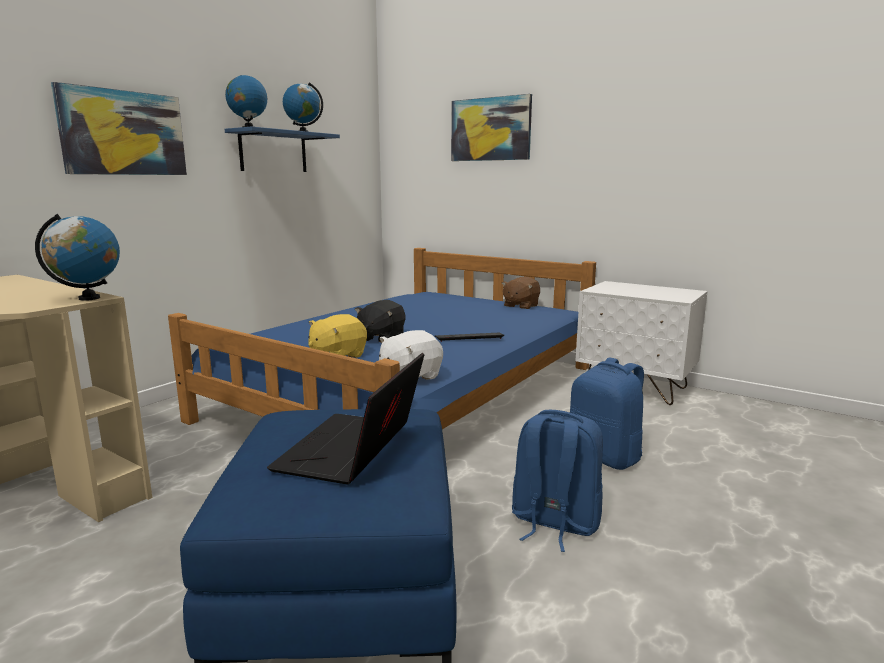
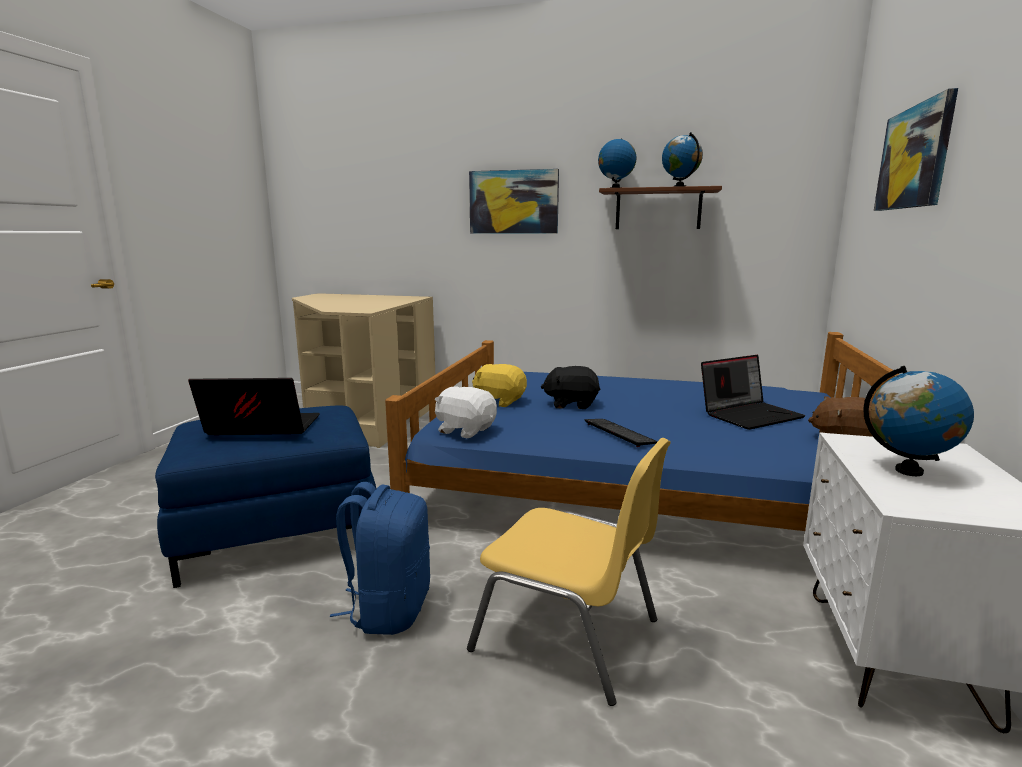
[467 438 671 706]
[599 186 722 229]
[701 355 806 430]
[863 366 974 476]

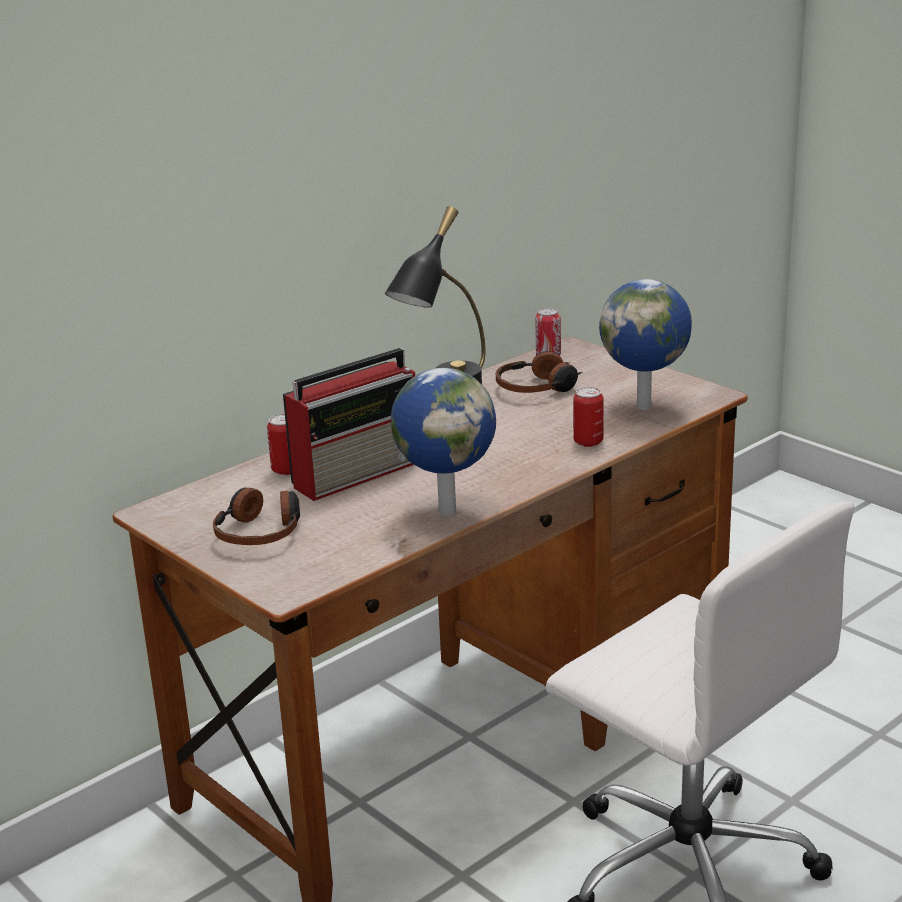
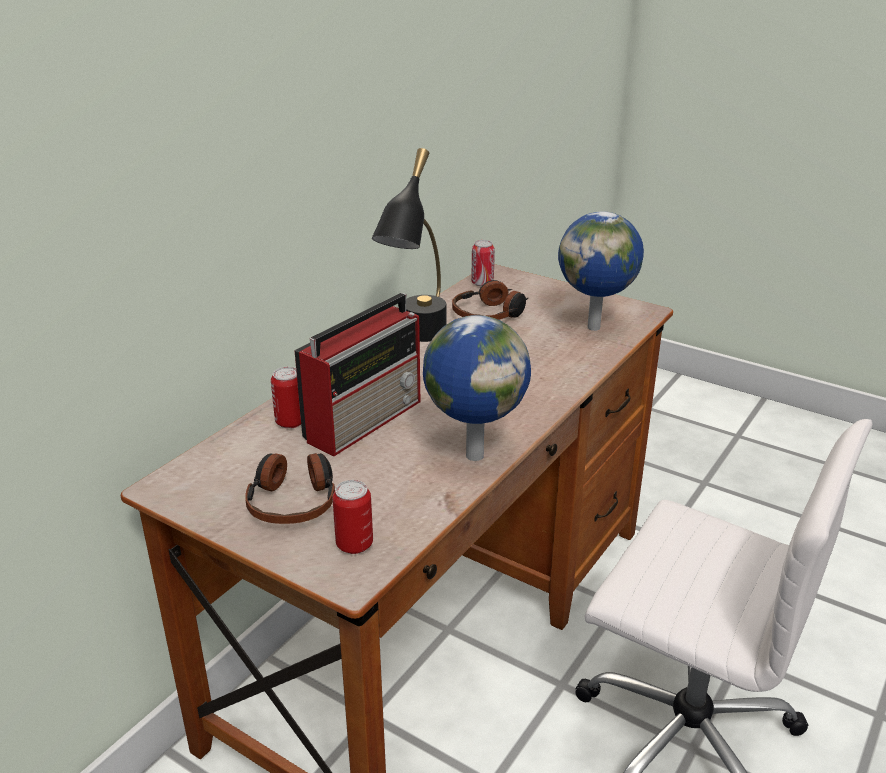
[332 480 373 554]

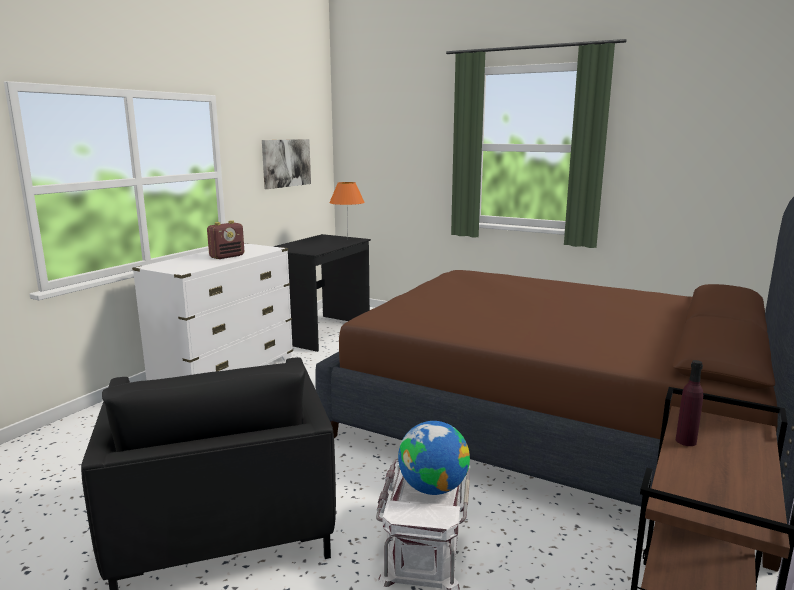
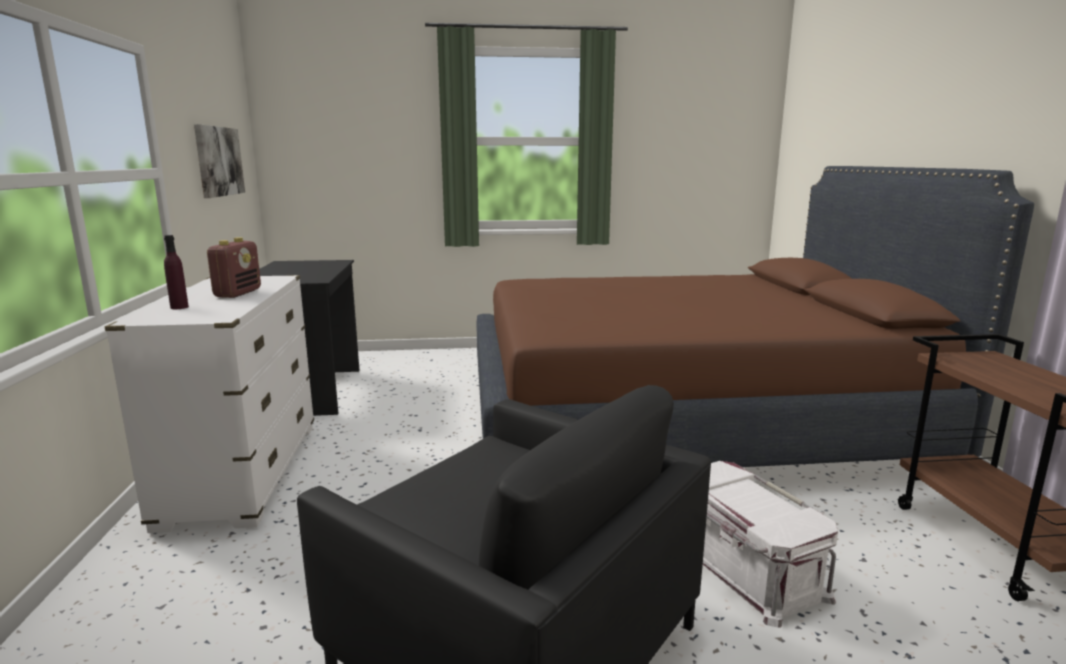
[164 235 189 309]
[329 182 365 233] (first image)
[398 421 470 495] (first image)

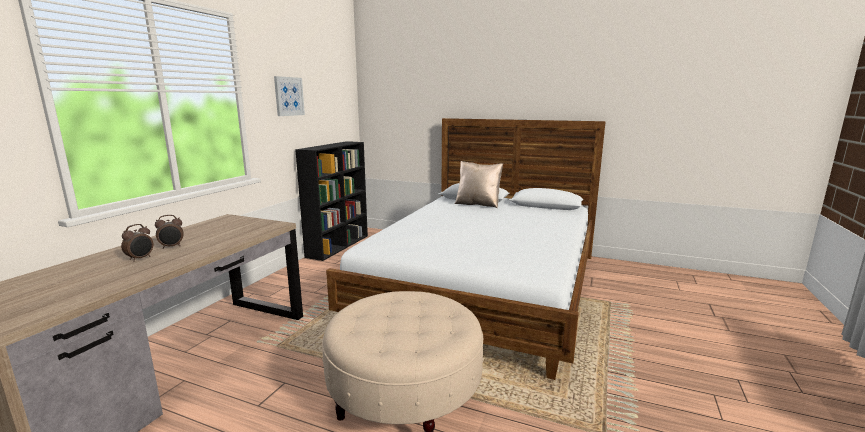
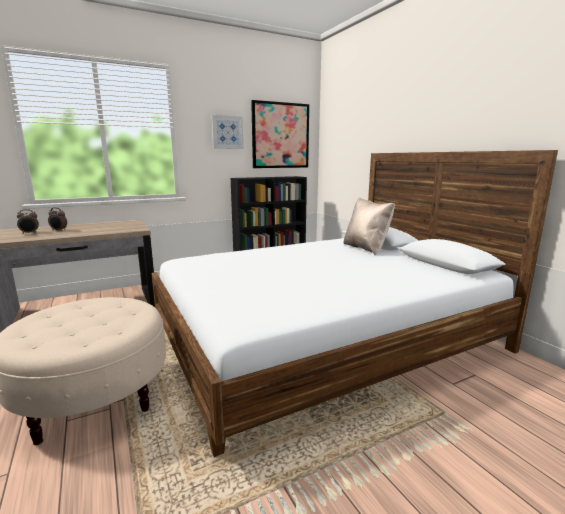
[251 100 309 168]

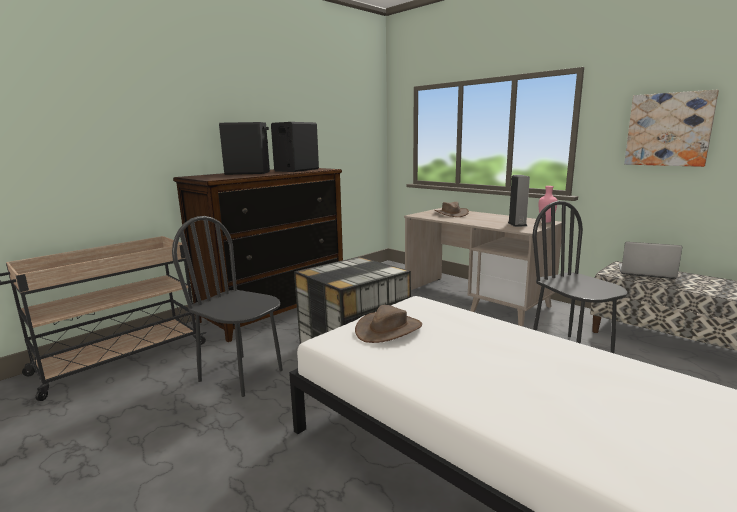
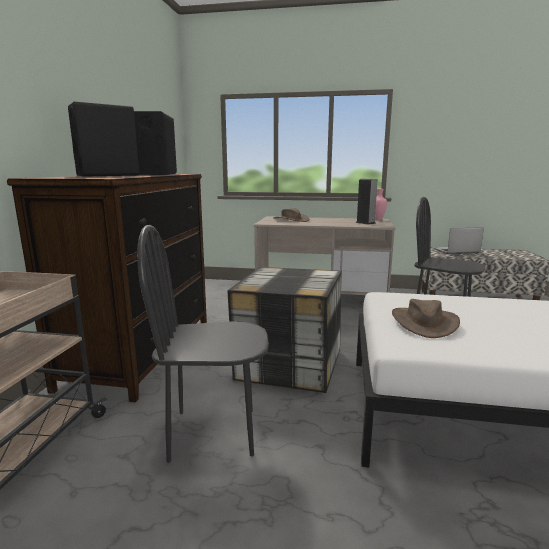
[624 90 719 167] (first image)

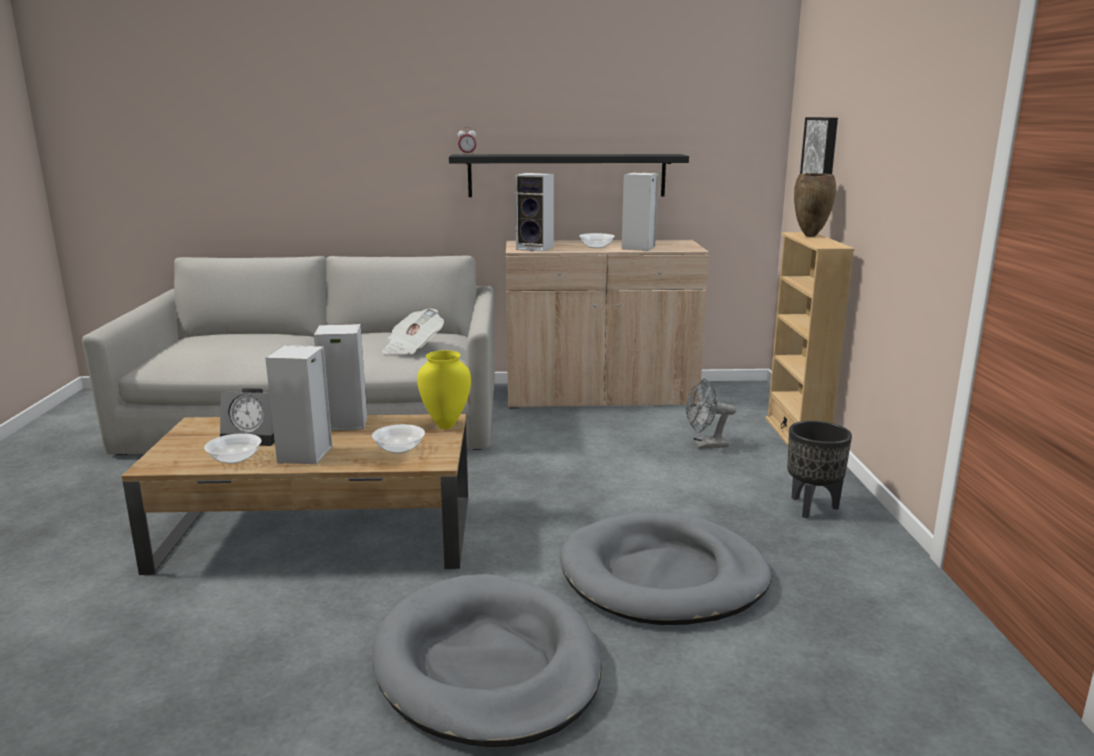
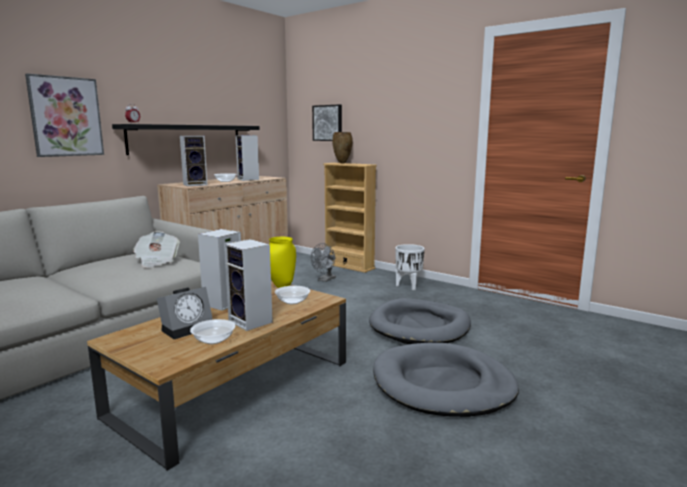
[25 73 104 157]
[395 244 425 290]

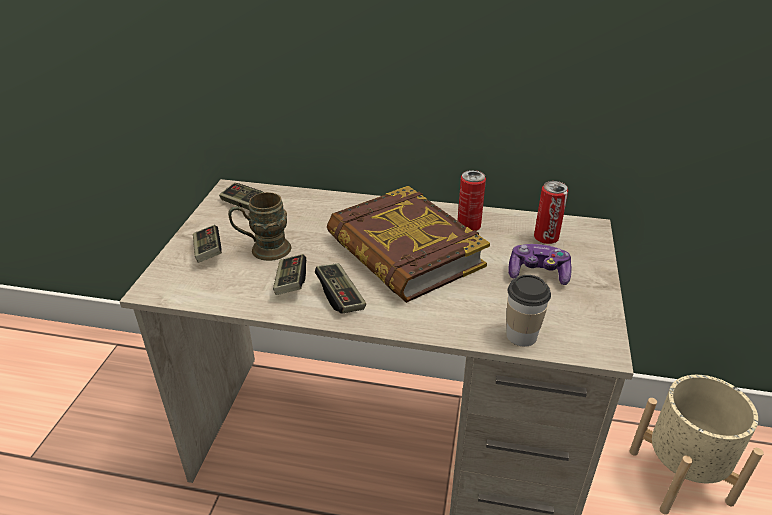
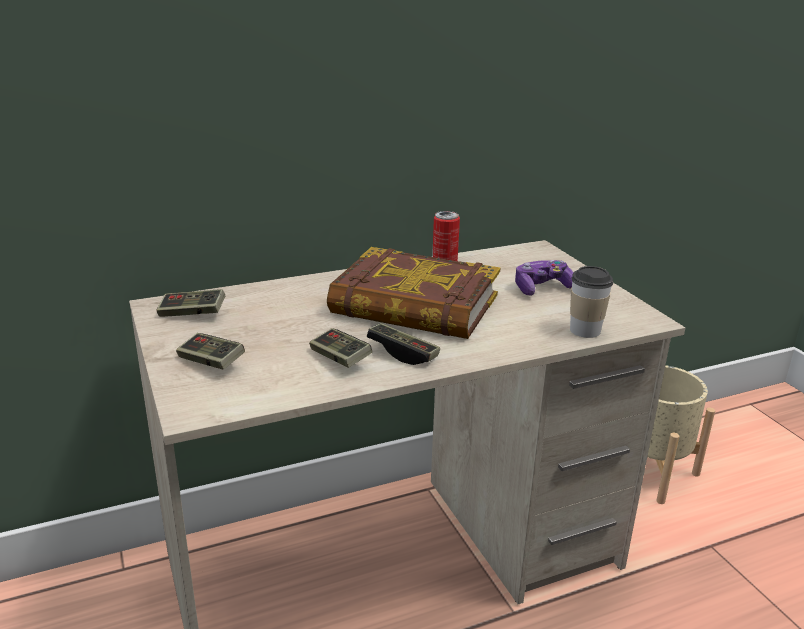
[228 192 291 261] (first image)
[534 181 568 244] (first image)

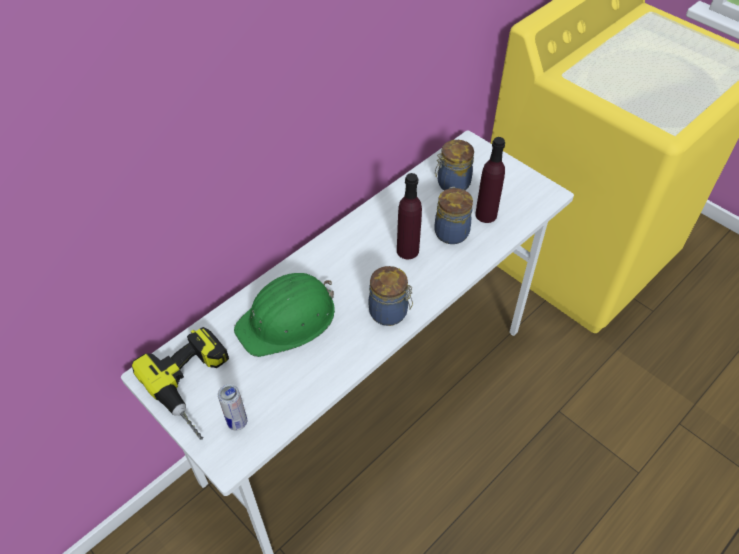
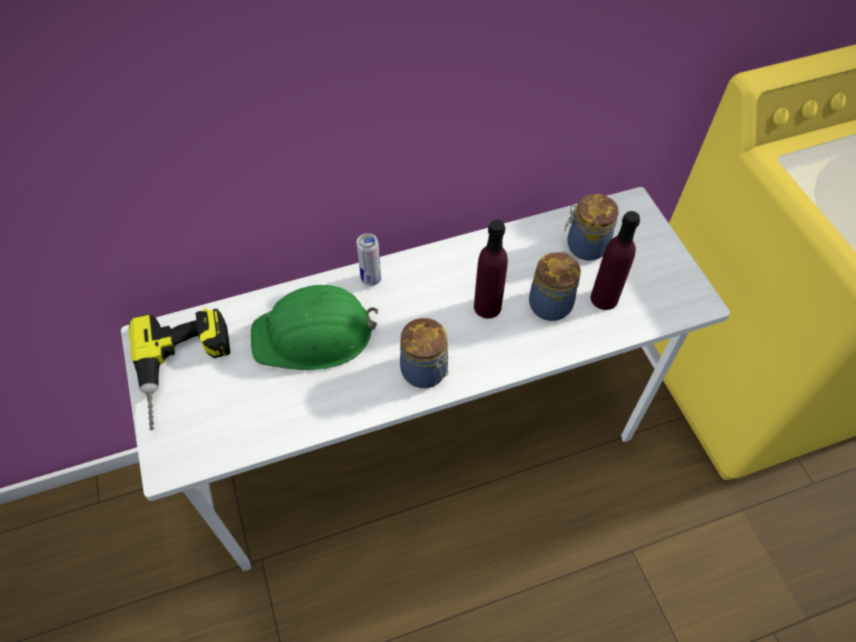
[356 233 381 286]

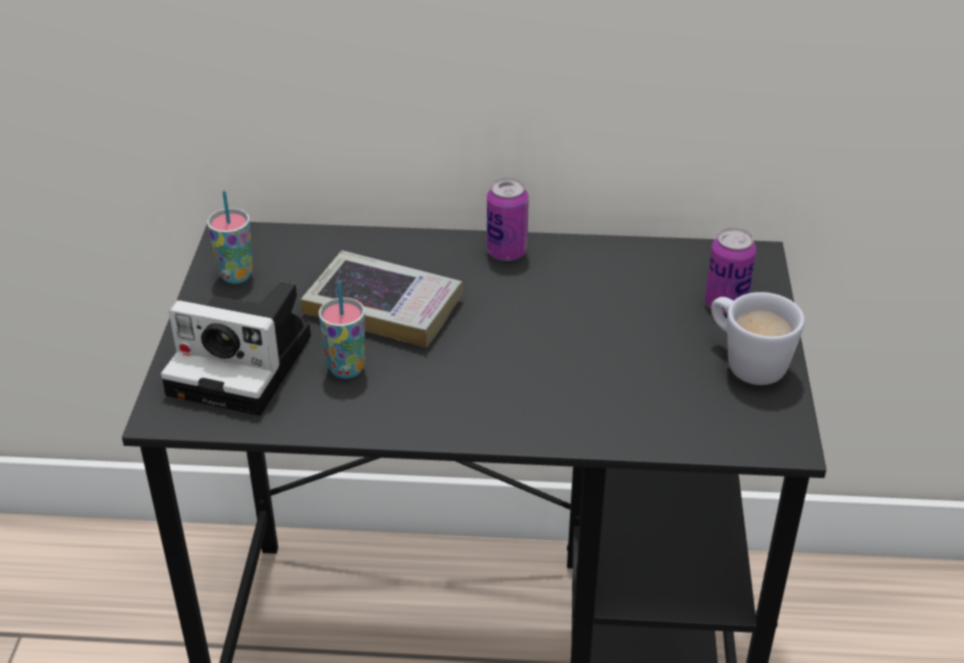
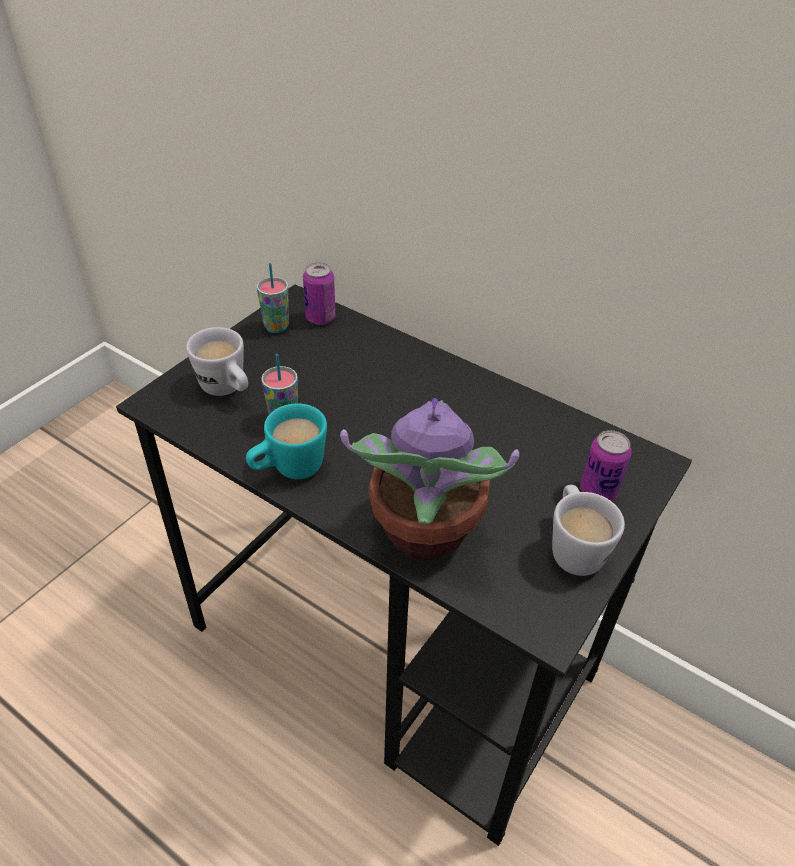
[186 327 248 396]
[246 403 327 479]
[303 262 336 325]
[340 398 519 560]
[301 250 463 347] (first image)

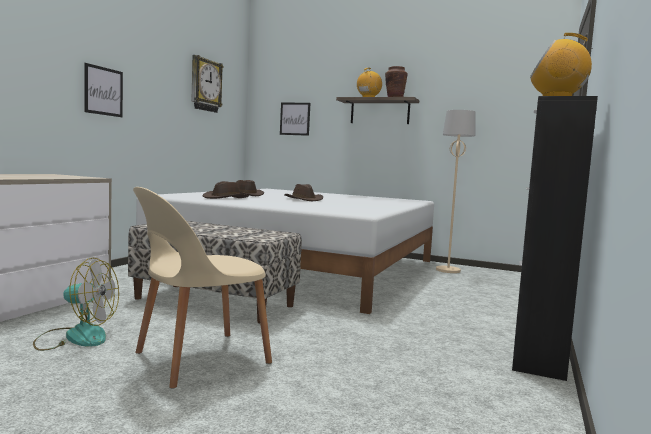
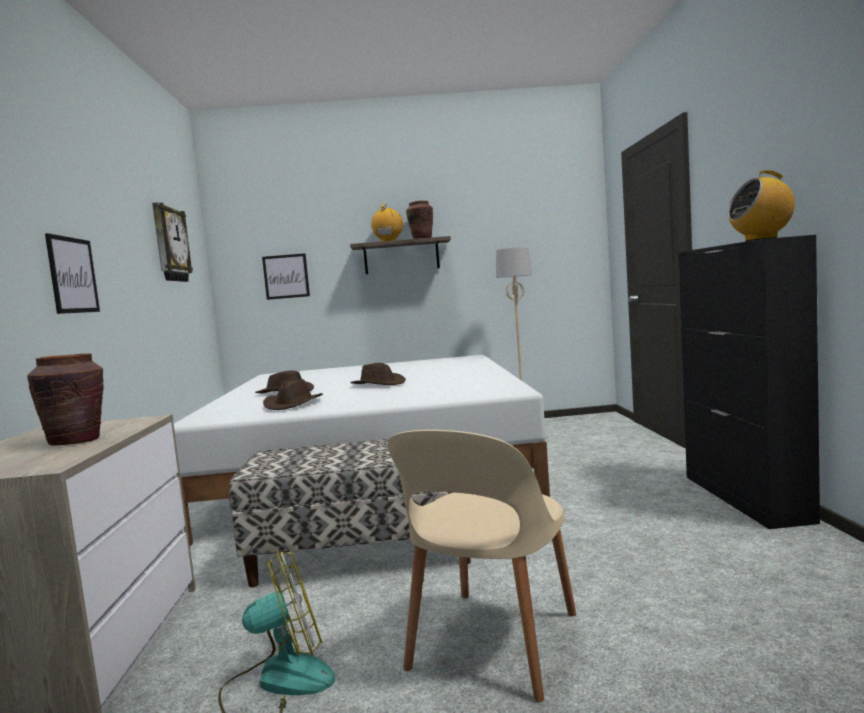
[27 353 104 446]

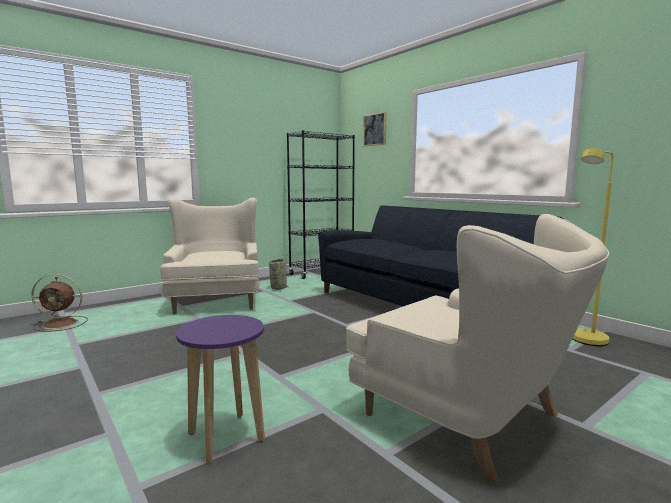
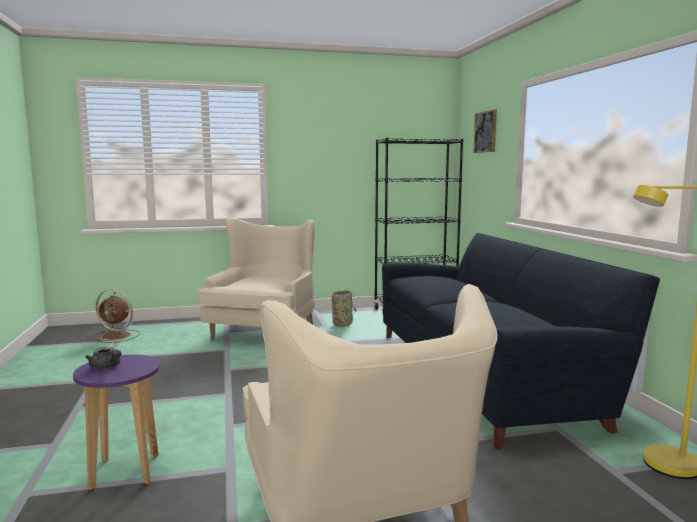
[85 347 121 369]

